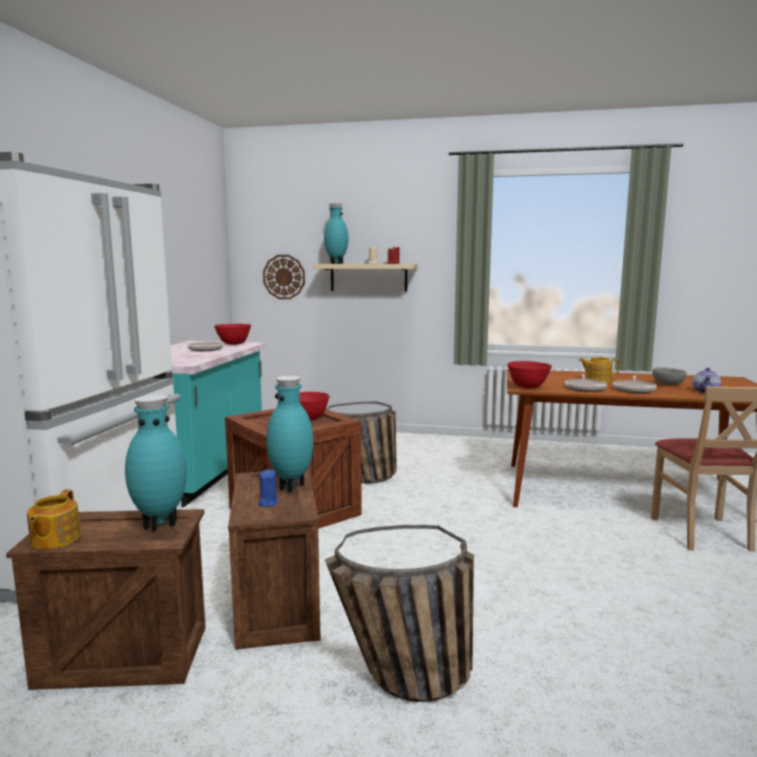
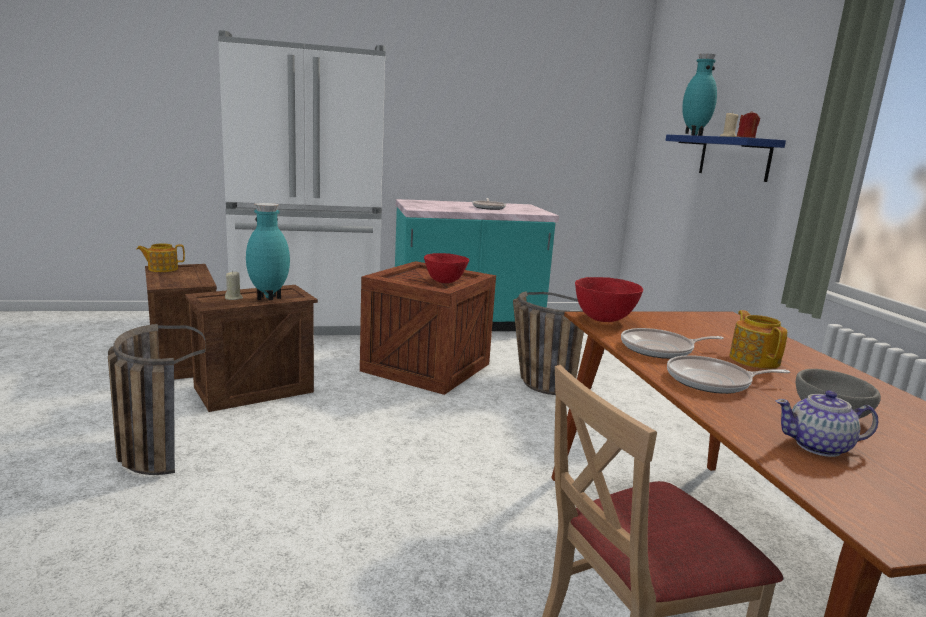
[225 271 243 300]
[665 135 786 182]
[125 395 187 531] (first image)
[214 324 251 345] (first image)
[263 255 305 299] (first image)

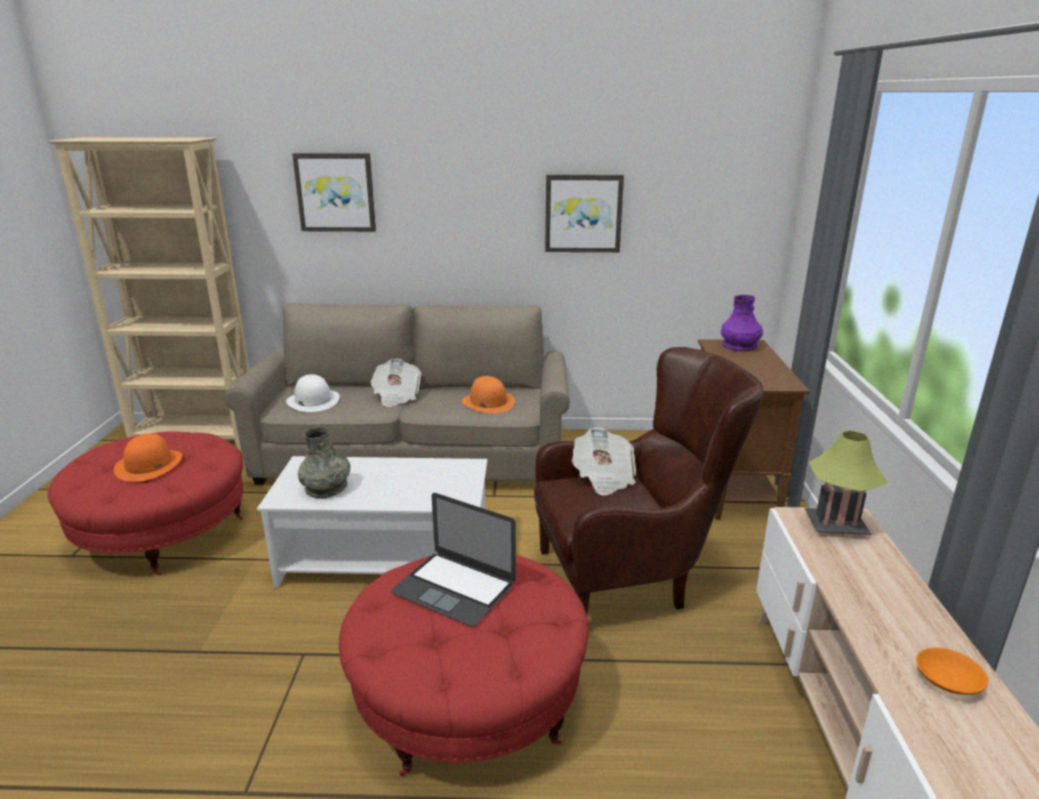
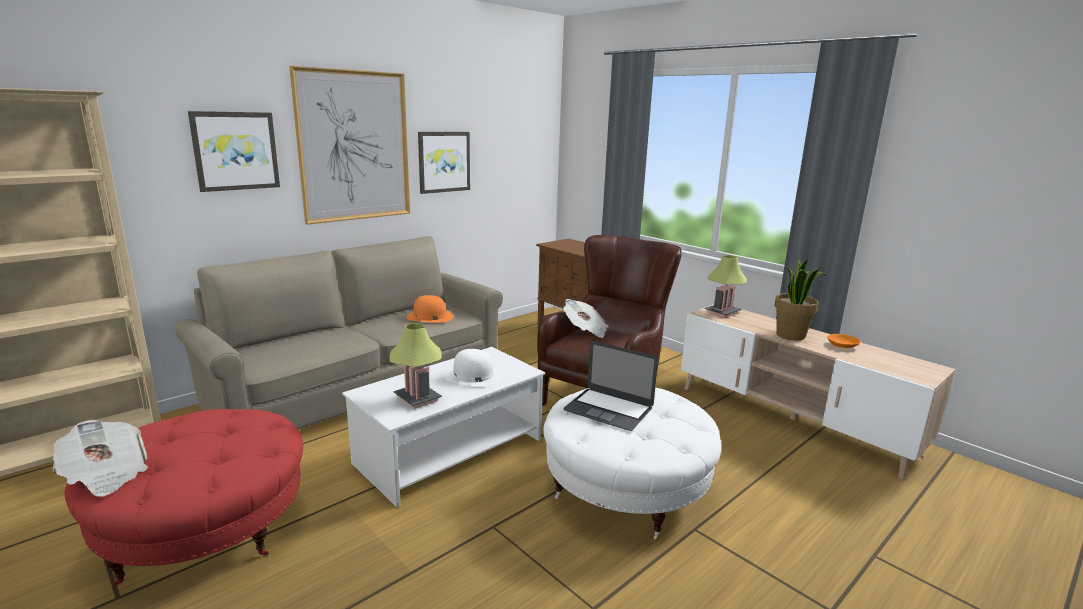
[53 420 148 497]
[289 66 410 225]
[390 323 442 409]
[444 349 502 387]
[543 387 721 540]
[563 341 658 431]
[775 259 826 340]
[114 433 182 482] (first image)
[721 295 763 351] (first image)

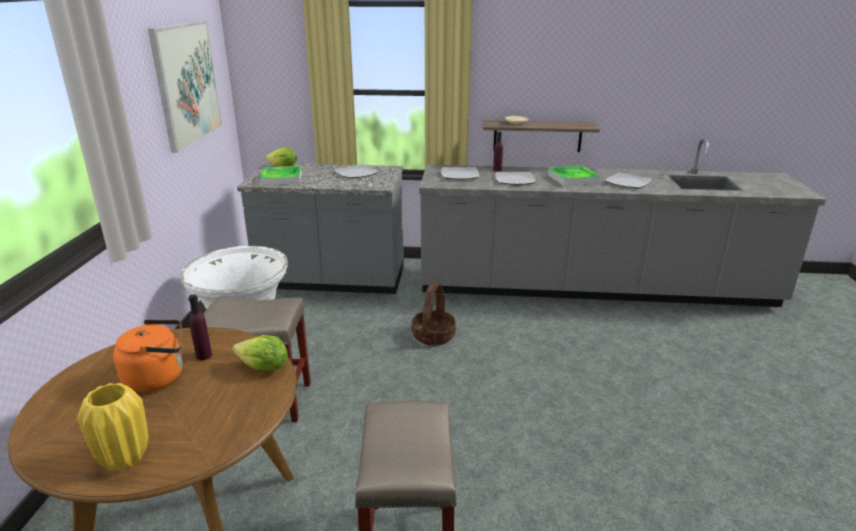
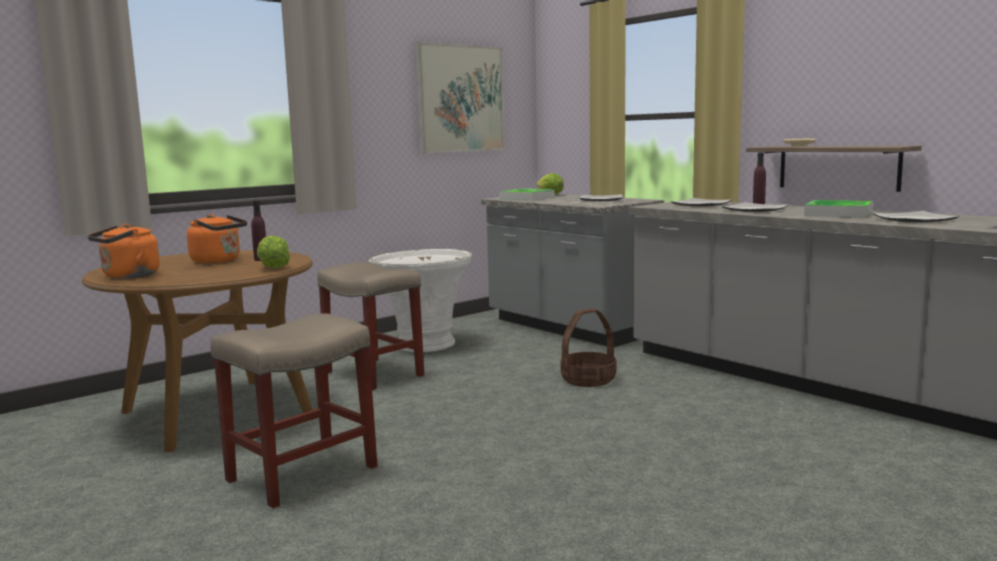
[88 224 160 279]

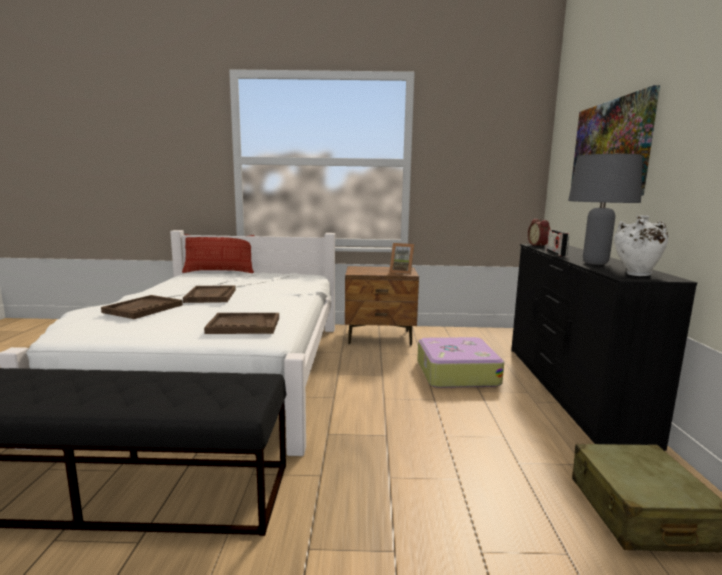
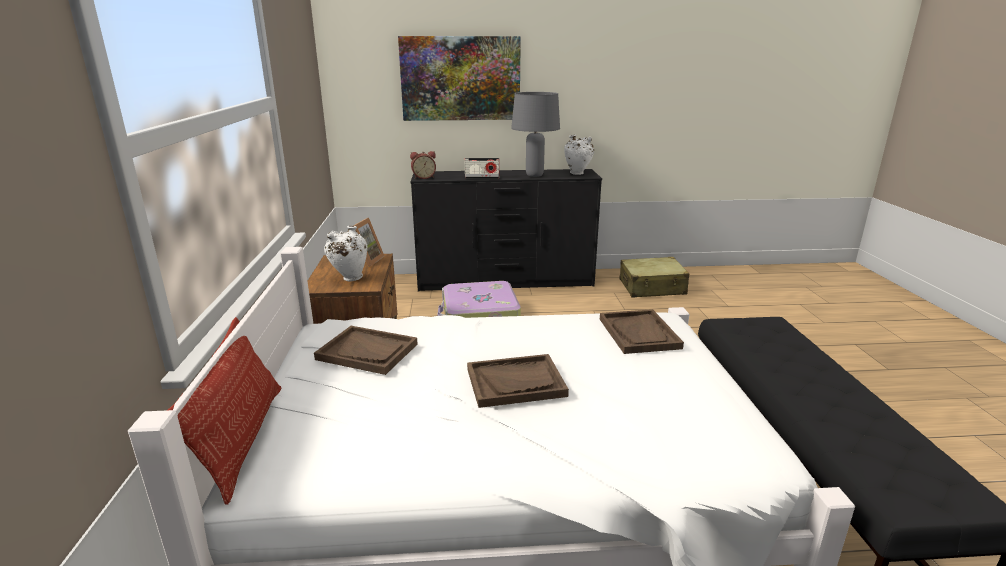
[314 326 418 375]
[324 225 367 281]

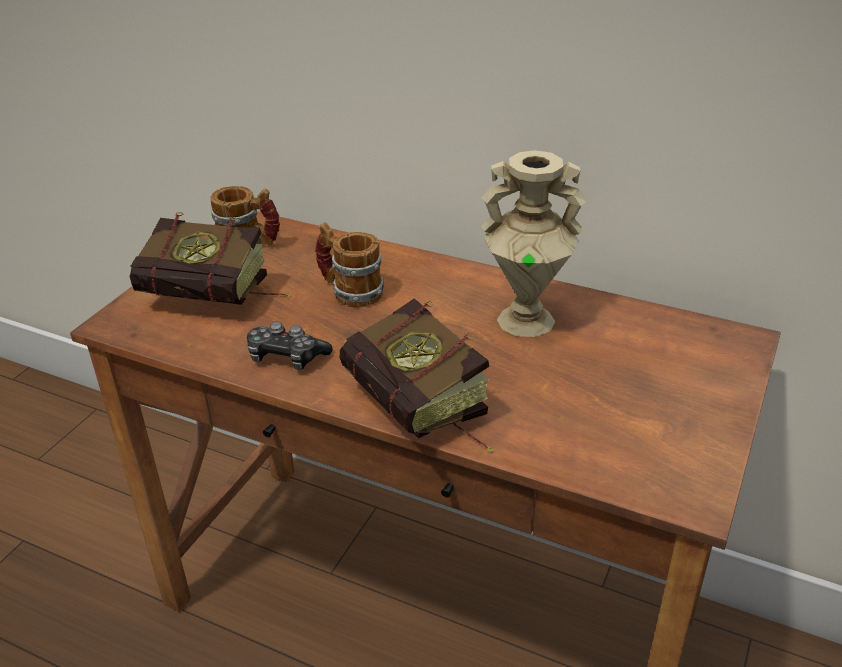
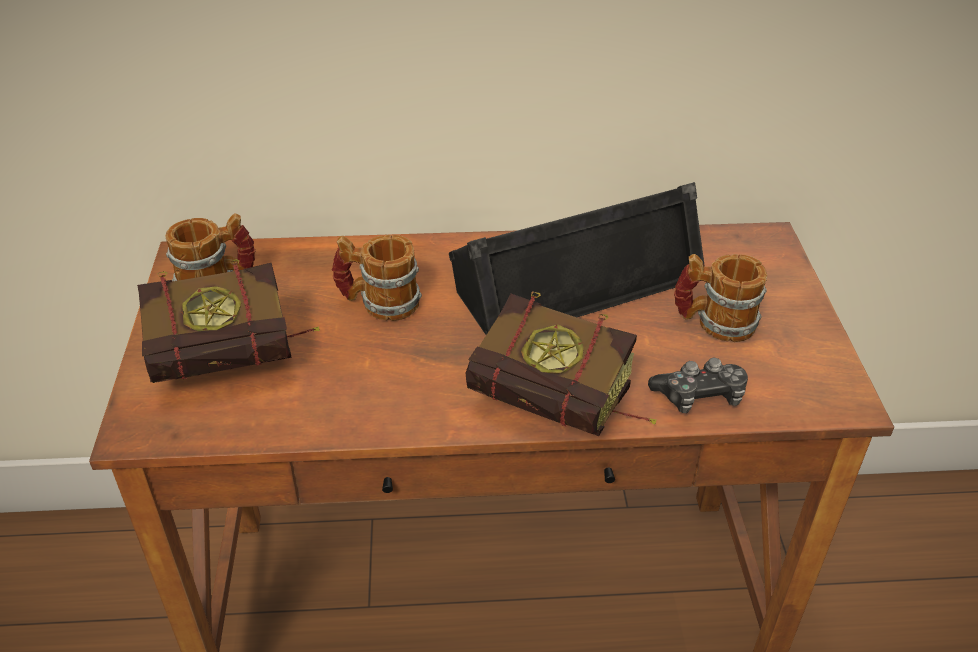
[449 182 705 335]
[648 358 748 413]
[674 254 767 342]

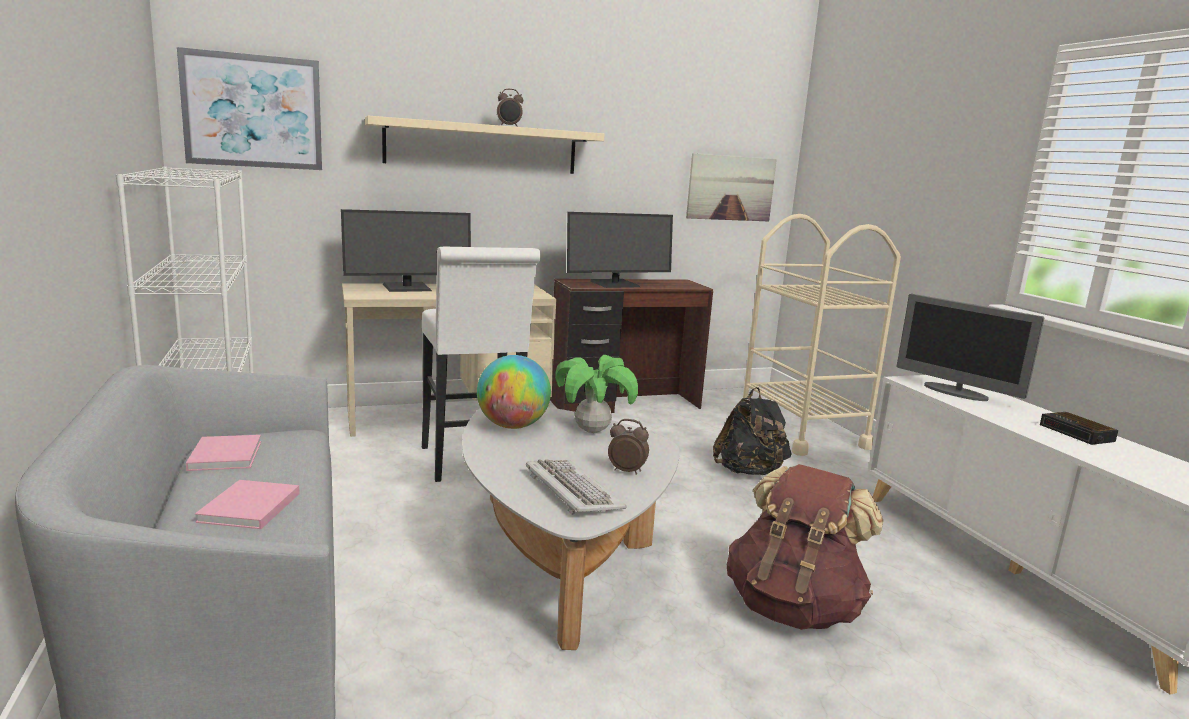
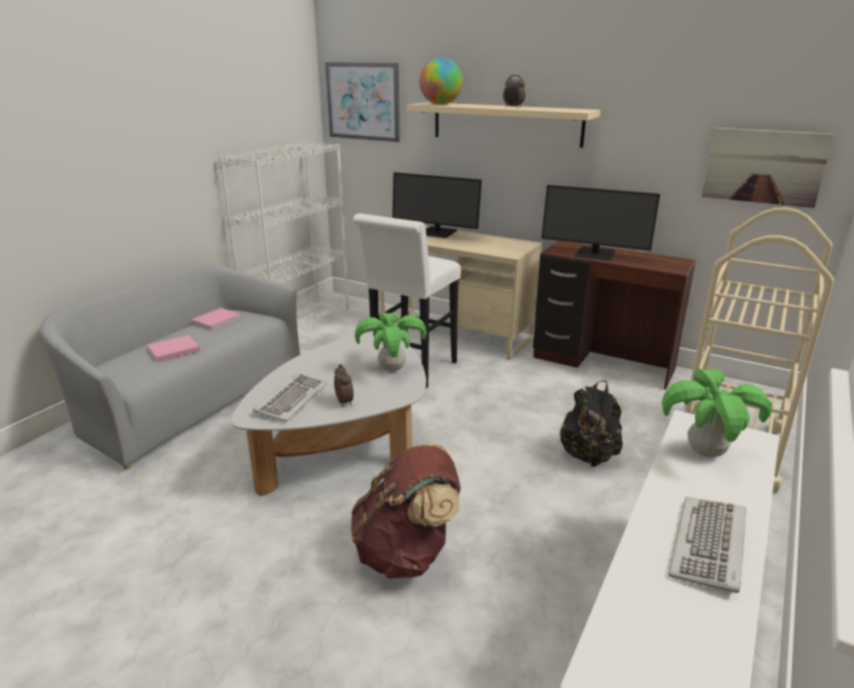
[419 58 463 105]
[662 369 772 457]
[668 497 746 593]

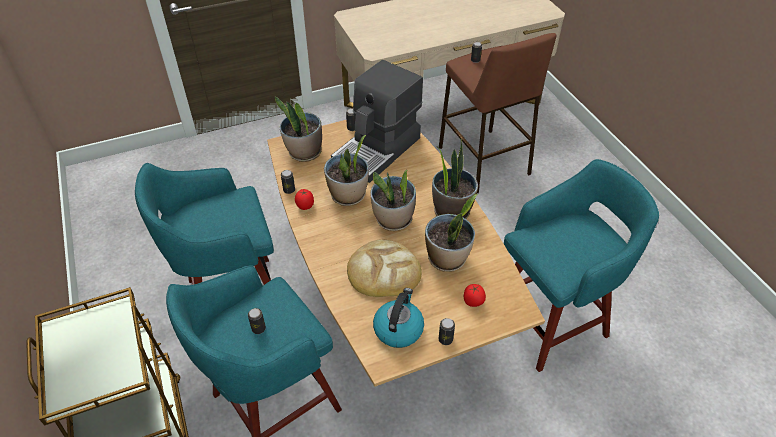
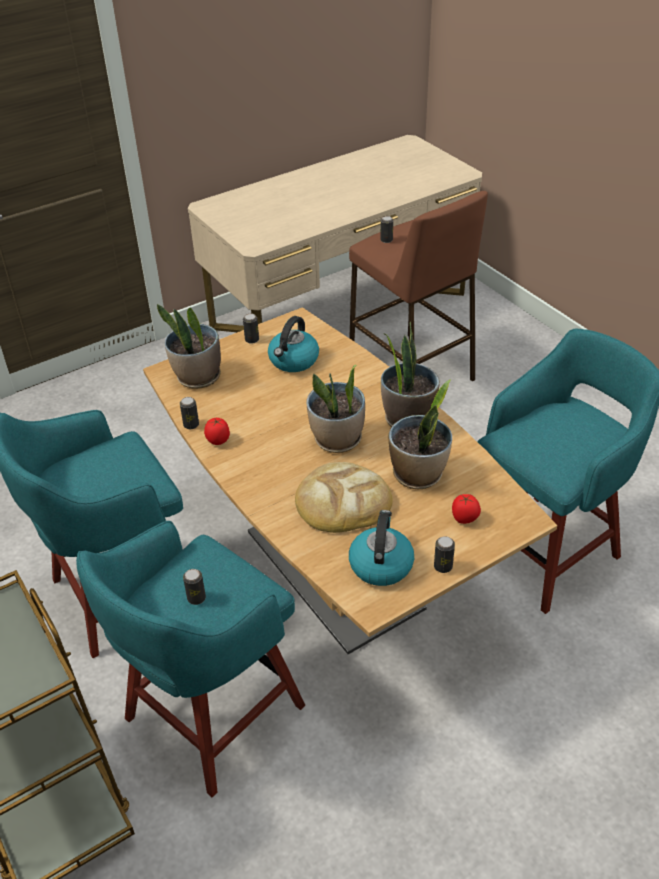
[268 316 319 372]
[324 135 369 206] (first image)

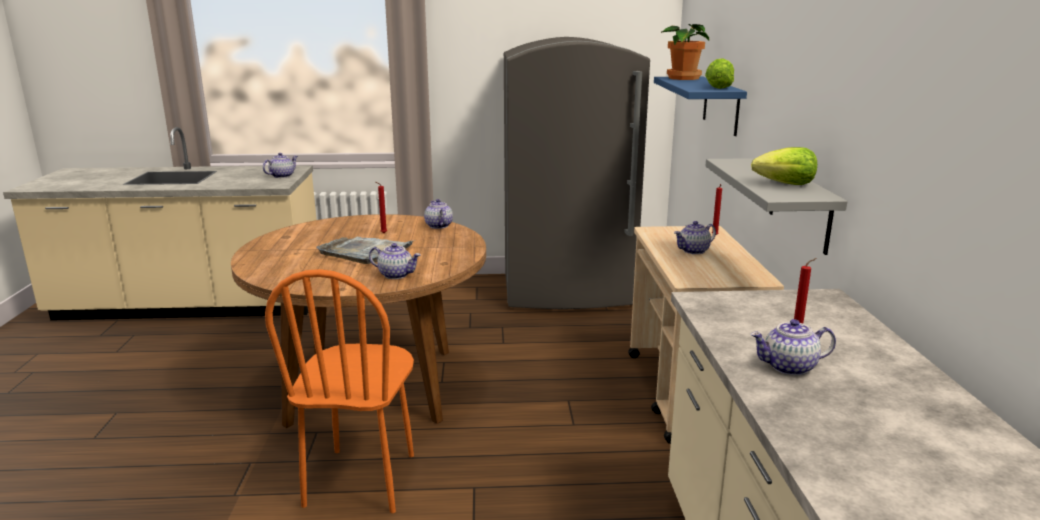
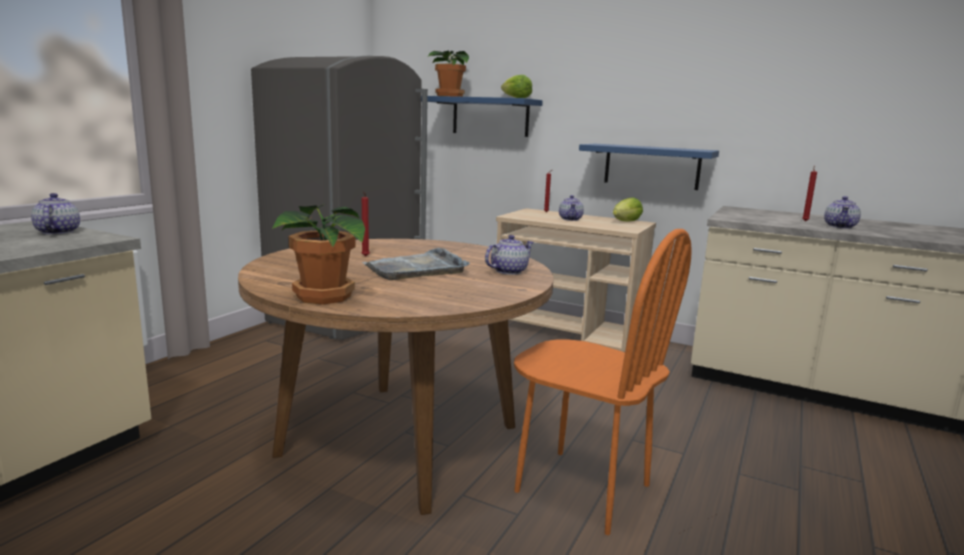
[272 204 365 305]
[579 144 719 190]
[613 197 643 222]
[424 199 453 229] (first image)

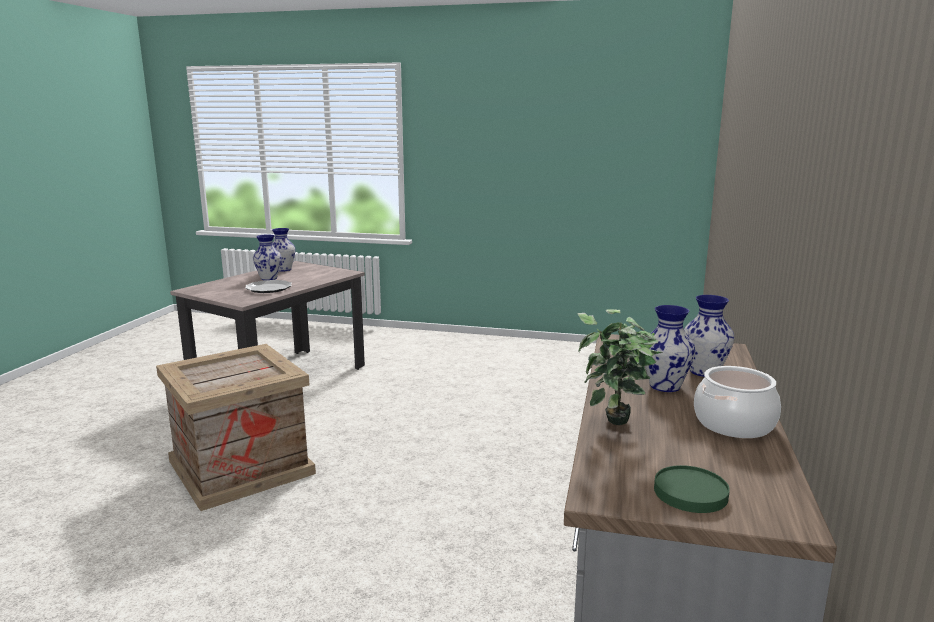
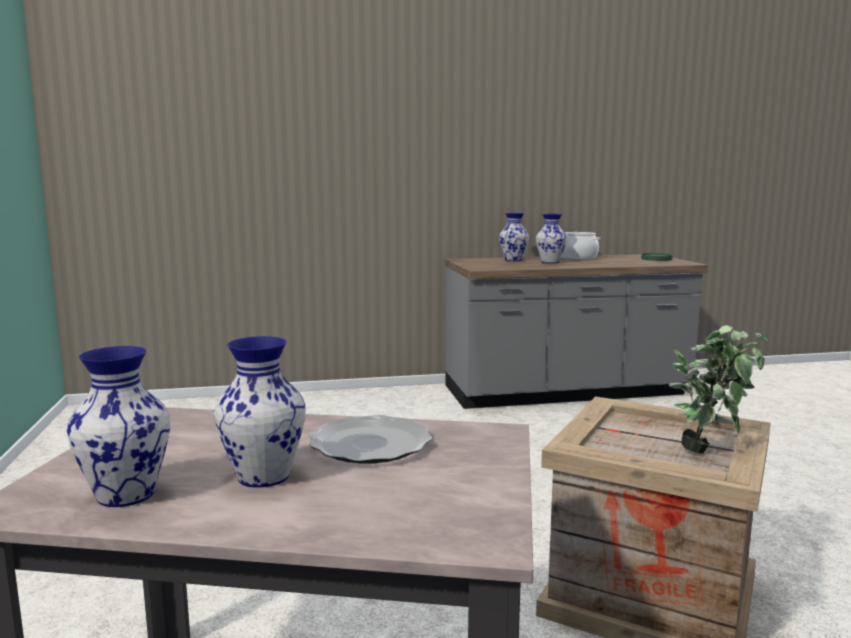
[669 325 770 454]

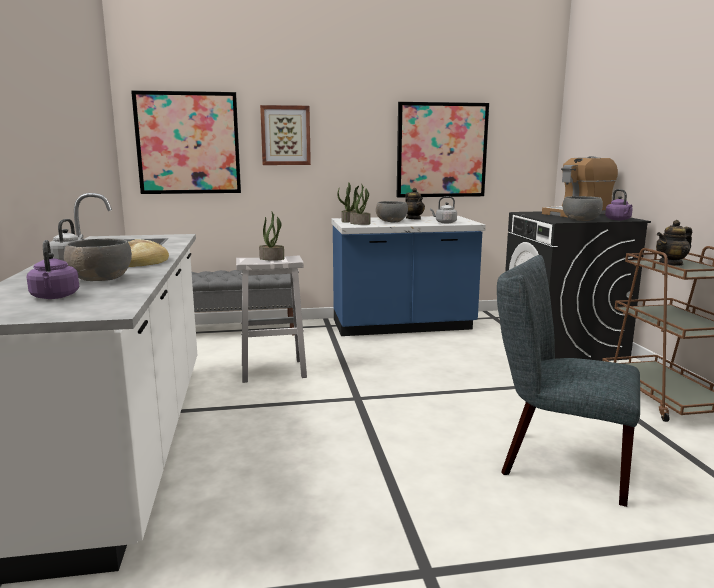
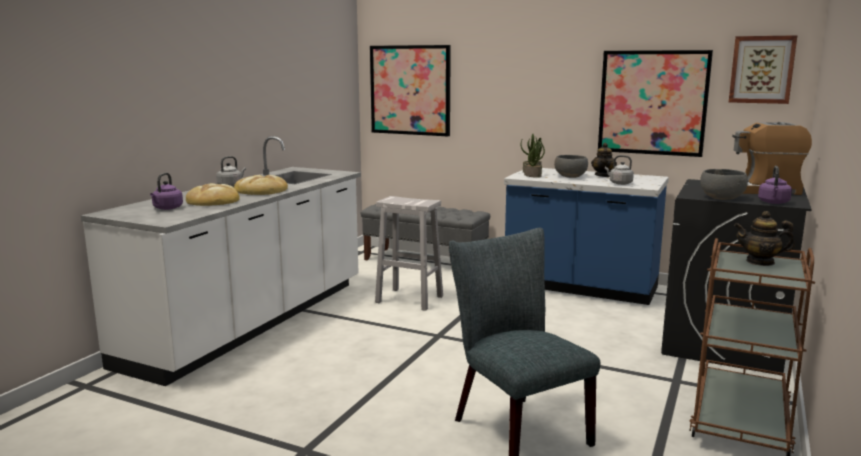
[186 183 240 206]
[729 35 797 104]
[259 211 284 261] (first image)

